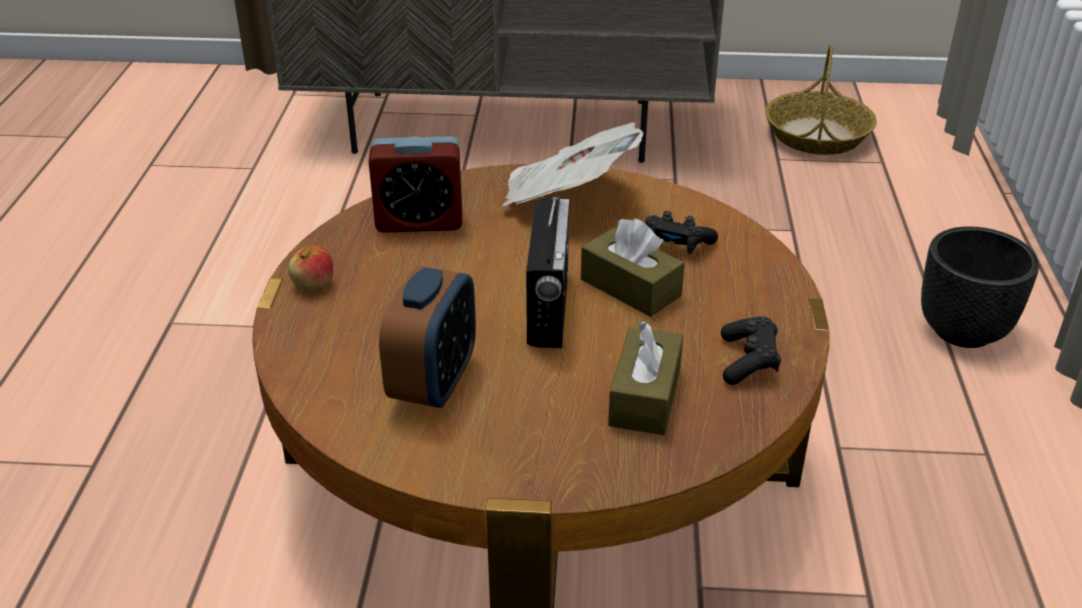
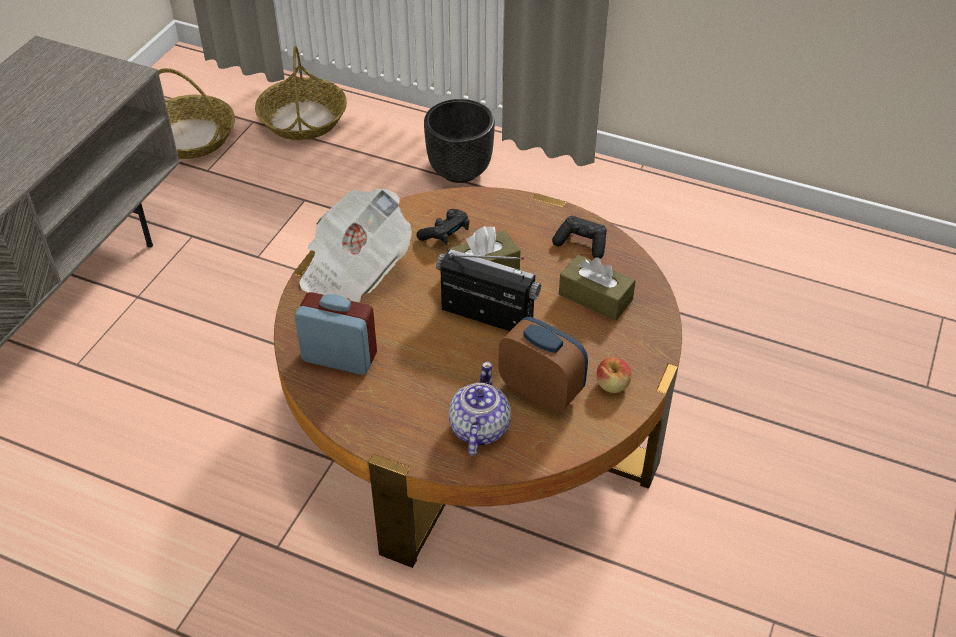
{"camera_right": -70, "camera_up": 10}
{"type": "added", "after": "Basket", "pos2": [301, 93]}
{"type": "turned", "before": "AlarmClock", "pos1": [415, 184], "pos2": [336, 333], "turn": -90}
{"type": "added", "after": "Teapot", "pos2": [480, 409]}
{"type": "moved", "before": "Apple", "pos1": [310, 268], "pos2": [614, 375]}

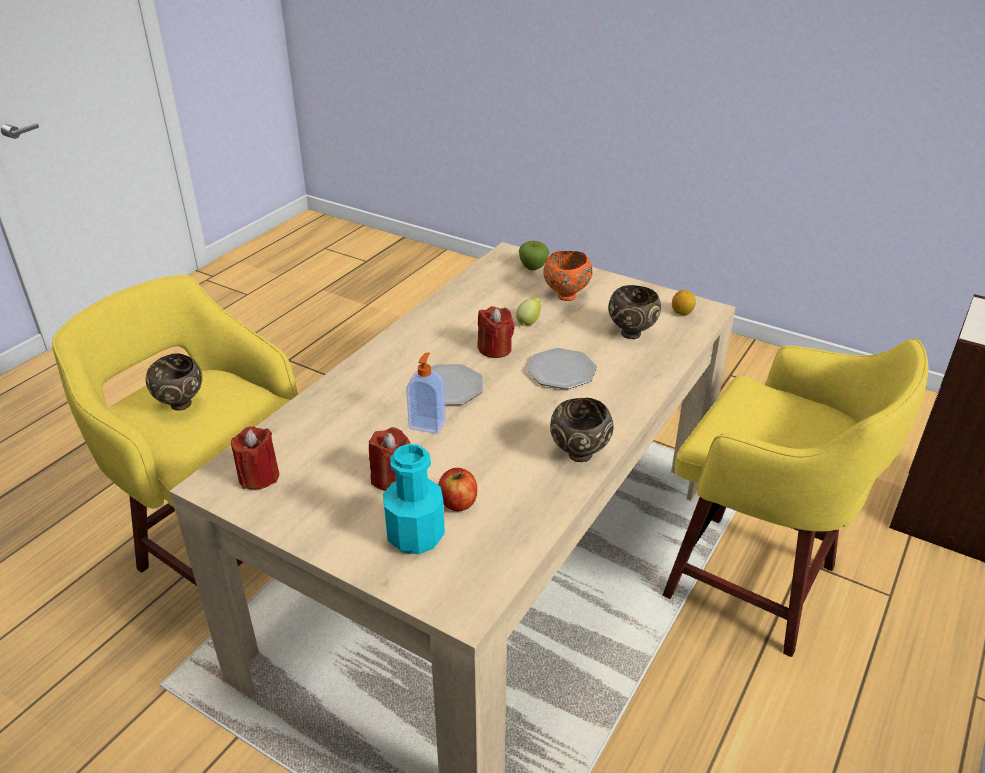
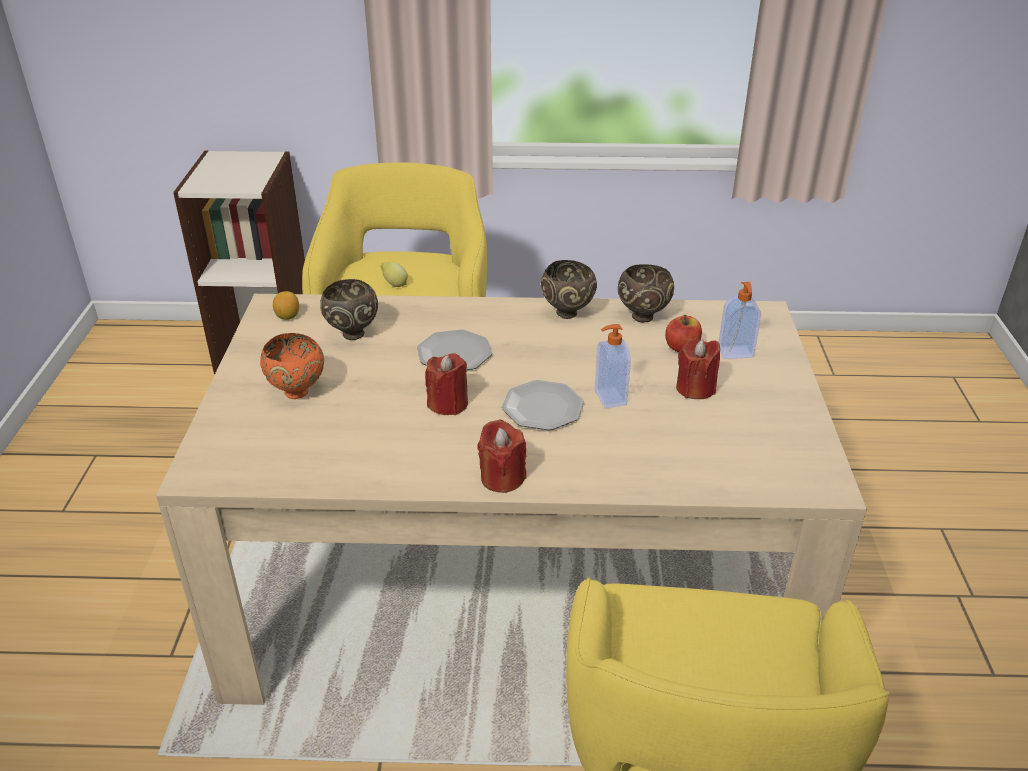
{"camera_right": -120, "camera_up": 0}
{"type": "moved", "before": "Lemon", "pos1": [528, 311], "pos2": [394, 274]}
{"type": "moved", "before": "RedCandle", "pos1": [255, 458], "pos2": [502, 456]}
{"type": "moved", "before": "BrownBowl", "pos1": [173, 382], "pos2": [646, 293]}
{"type": "replaced", "before": "TurquoiseBottle", "after": "SoapDispenser", "pos1": [414, 499], "pos2": [739, 320]}
{"type": "removed", "before": "Apple", "pos1": [534, 256]}

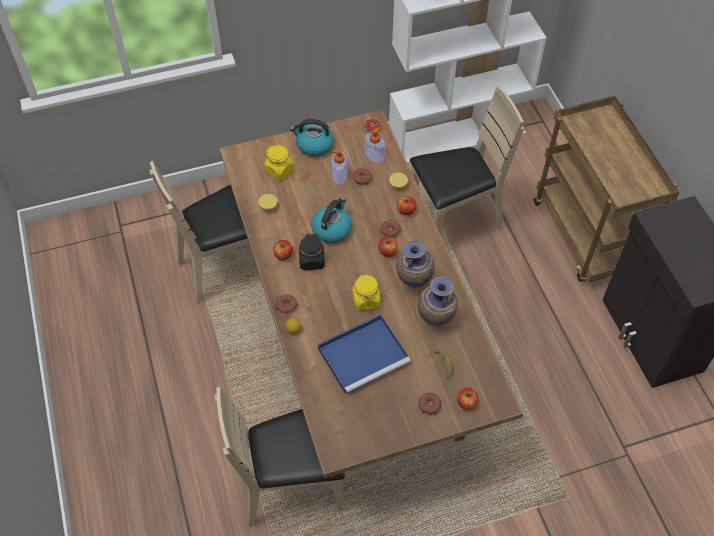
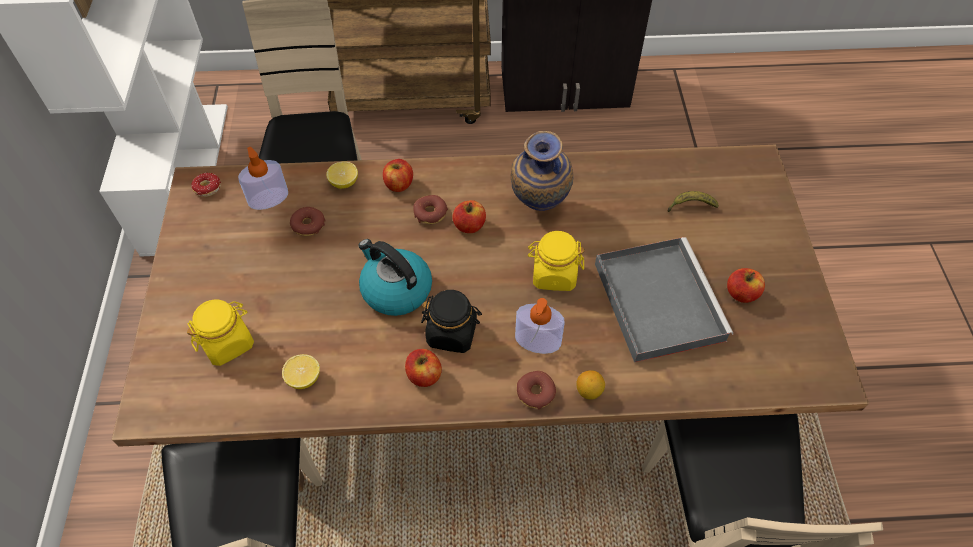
{"camera_right": -75, "camera_up": 0}
{"type": "moved", "before": "SoapDispenser", "pos1": [339, 167], "pos2": [540, 326]}
{"type": "recoloured", "before": "BlueTray", "after": "GreyTray", "pos1": [364, 354], "pos2": [664, 300]}
{"type": "moved", "before": "Apple", "pos1": [467, 398], "pos2": [746, 285]}
{"type": "removed", "before": "Kettle", "pos1": [312, 138]}
{"type": "removed", "before": "Vase", "pos1": [438, 301]}
{"type": "removed", "before": "Donut", "pos1": [430, 404]}

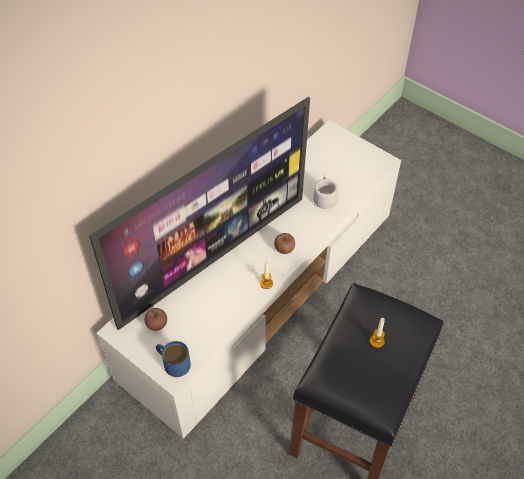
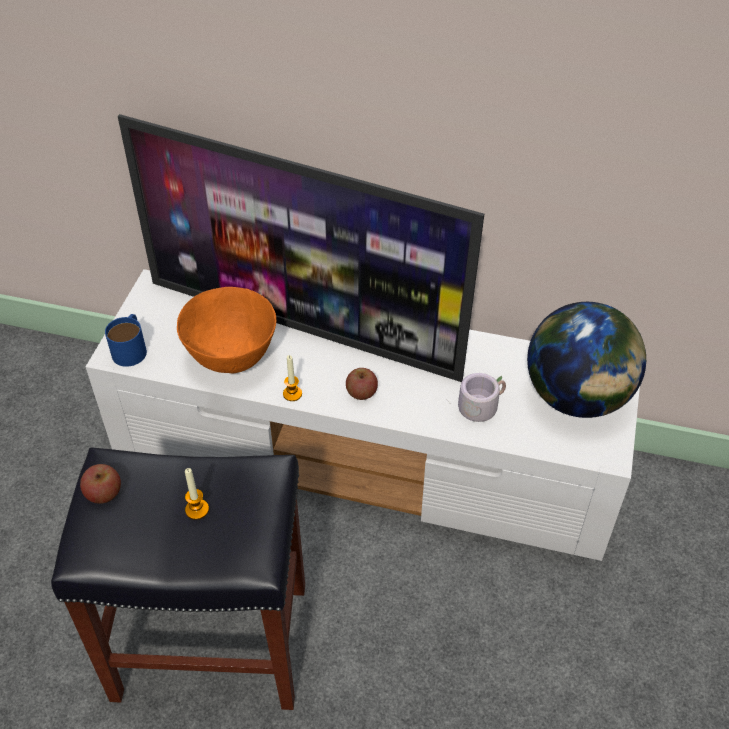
{"camera_right": 65, "camera_up": -5}
{"type": "moved", "before": "Apple", "pos1": [155, 319], "pos2": [100, 484]}
{"type": "added", "after": "OrangeBowl", "pos2": [226, 330]}
{"type": "added", "after": "Globe", "pos2": [586, 360]}

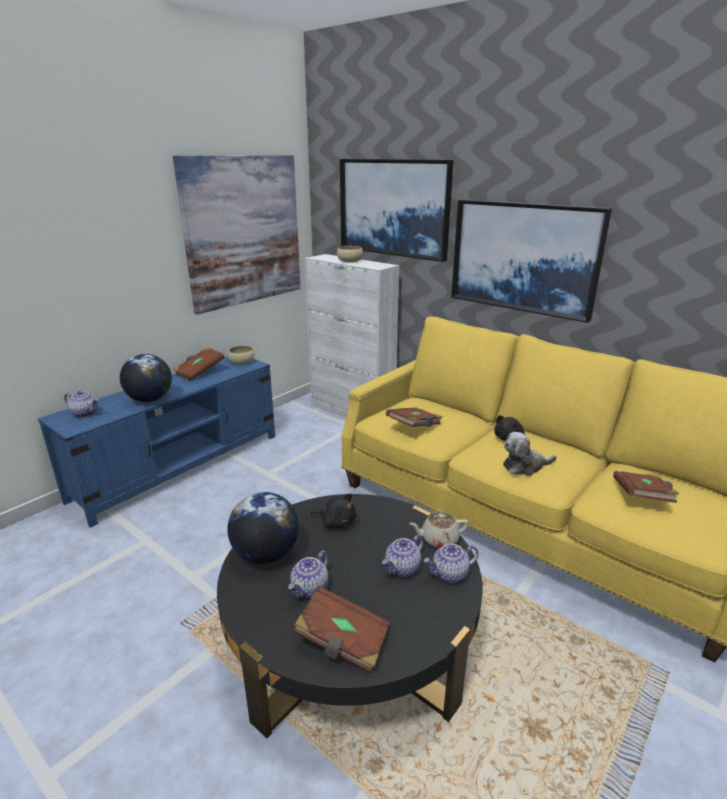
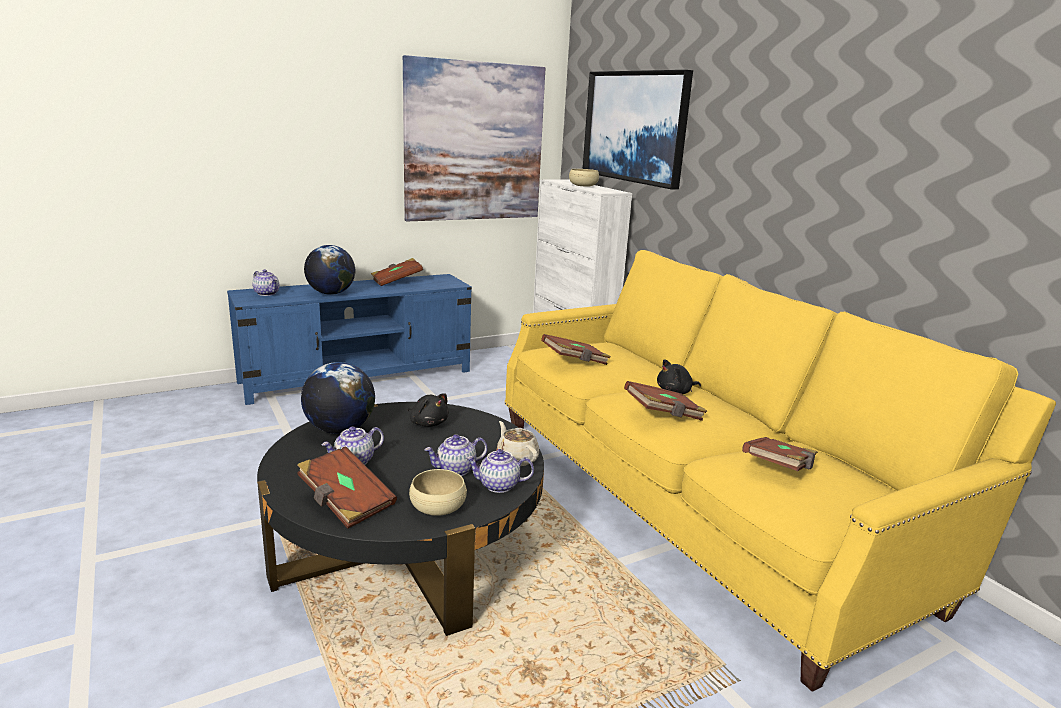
{"camera_right": 20, "camera_up": -5}
{"type": "moved", "before": "BeigeBowl", "pos1": [241, 354], "pos2": [438, 492]}
{"type": "turned", "before": "BeigeTeapot", "pos1": [439, 530], "pos2": [517, 443], "turn": 45}
{"type": "replaced", "before": "PlushToy", "after": "BrownBook", "pos1": [530, 454], "pos2": [665, 401]}
{"type": "removed", "before": "Picture", "pos1": [531, 261]}

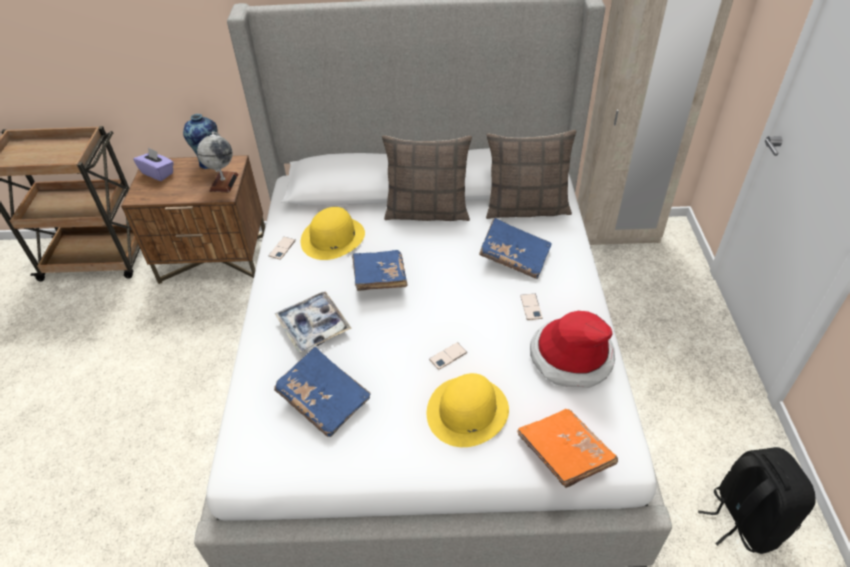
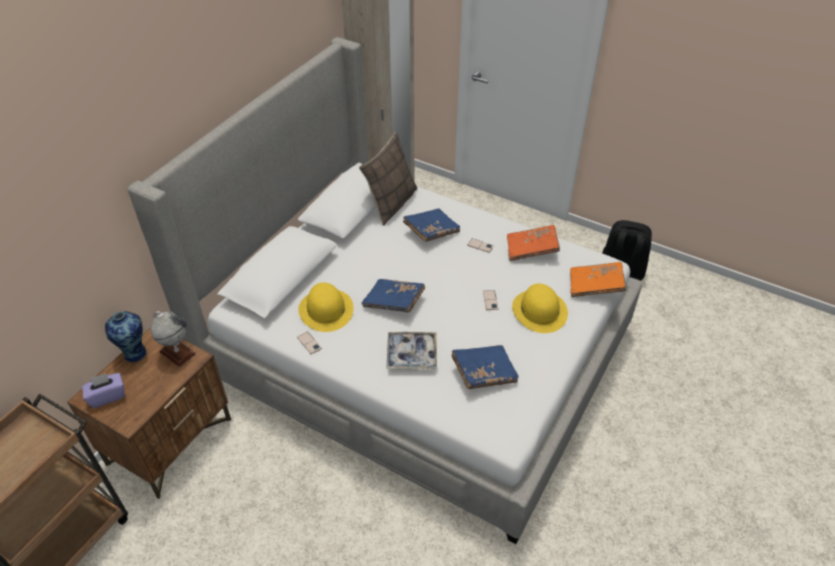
{"camera_right": -60, "camera_up": 0}
{"type": "replaced", "before": "Hat", "after": "OrangeBook", "pos1": [572, 349], "pos2": [533, 243]}
{"type": "removed", "before": "Pillow", "pos1": [427, 178]}

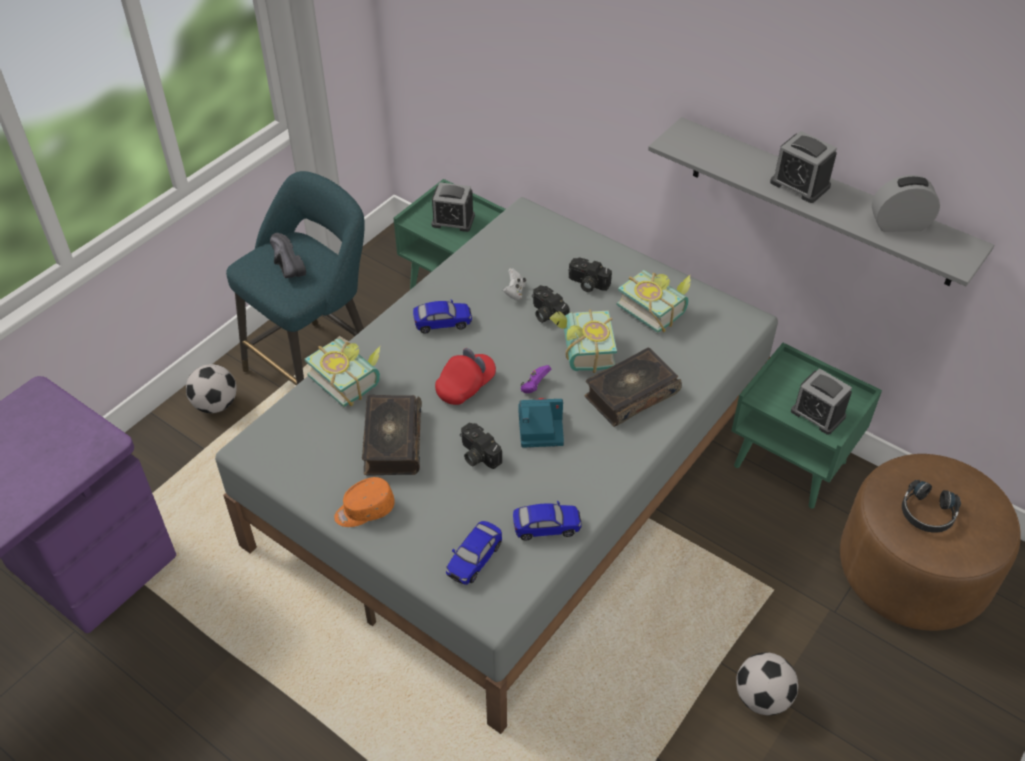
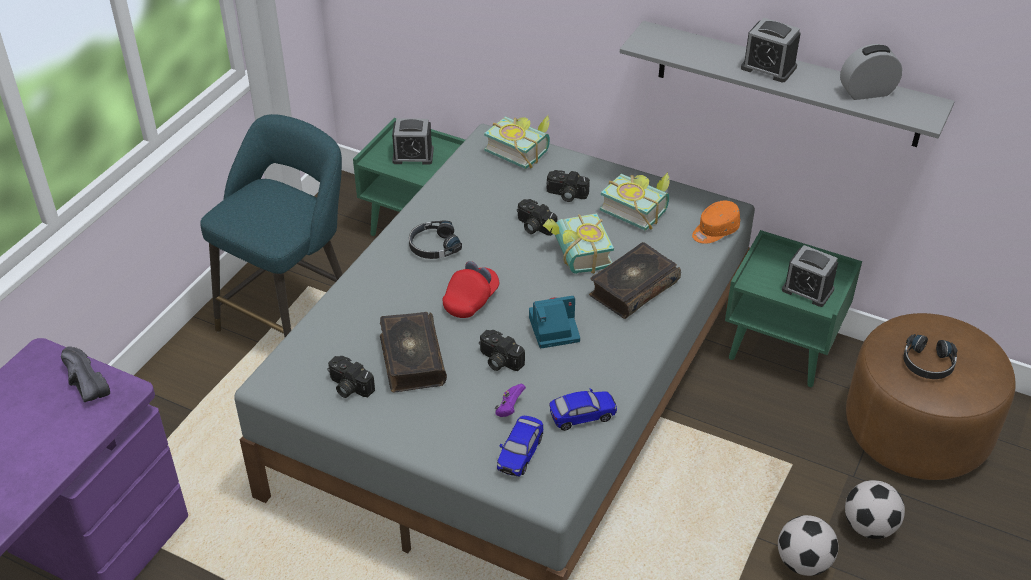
{"camera_right": -10, "camera_up": -5}
{"type": "moved", "before": "BlackShoe", "pos1": [288, 255], "pos2": [85, 374]}
{"type": "added", "after": "PhotoCamera", "pos2": [351, 377]}
{"type": "replaced", "before": "ToyCar", "after": "BlackHeadphones", "pos1": [442, 316], "pos2": [435, 240]}
{"type": "moved", "before": "Book", "pos1": [343, 372], "pos2": [517, 142]}
{"type": "moved", "before": "PurpleGameController", "pos1": [536, 379], "pos2": [510, 400]}
{"type": "moved", "before": "OrangeCap", "pos1": [364, 502], "pos2": [716, 222]}
{"type": "moved", "before": "Football", "pos1": [211, 388], "pos2": [875, 509]}
{"type": "removed", "before": "WhiteGameController", "pos1": [514, 284]}

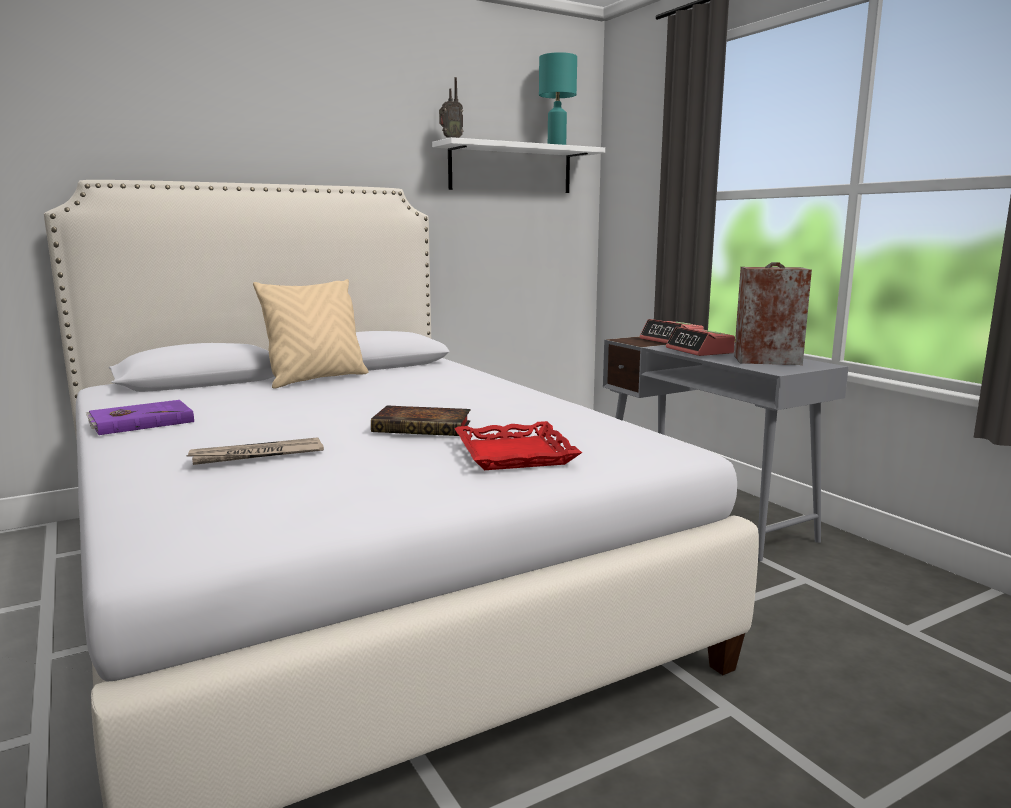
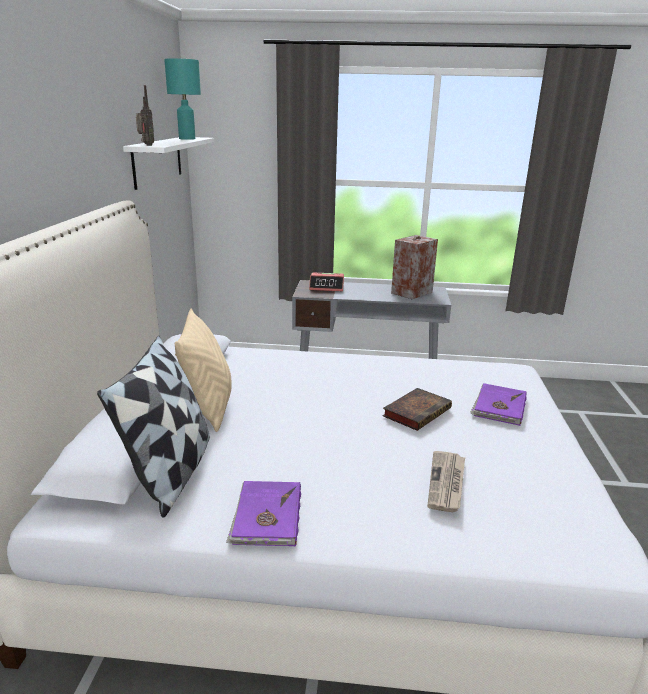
{"camera_right": -55, "camera_up": 10}
{"type": "added", "after": "Pillow", "pos2": [153, 427]}
{"type": "replaced", "before": "RedTray", "after": "PurpleBook", "pos1": [518, 445], "pos2": [498, 404]}
{"type": "removed", "before": "AlarmClock", "pos1": [700, 341]}

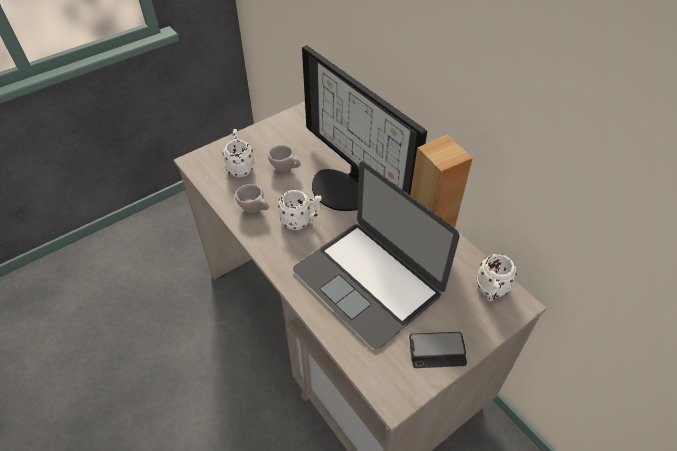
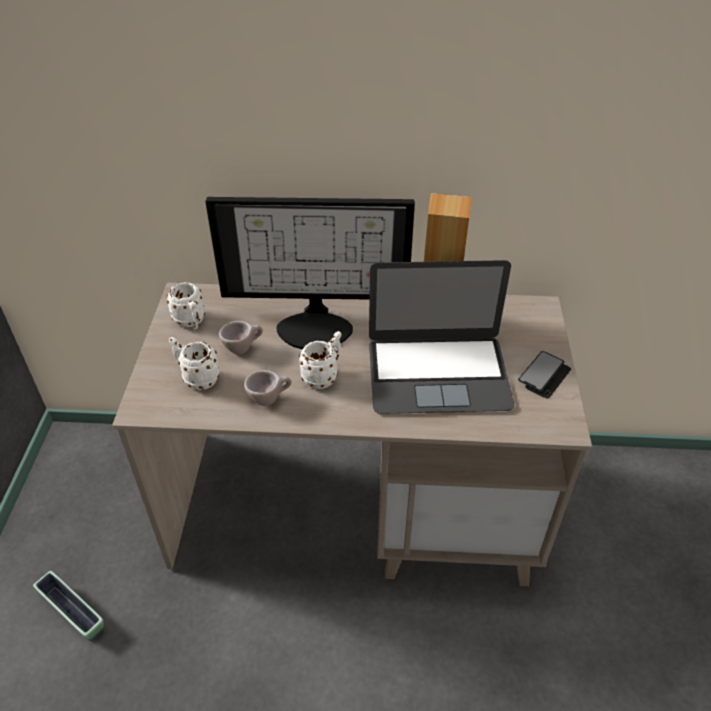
{"camera_right": -50, "camera_up": -5}
{"type": "added", "after": "Planter", "pos2": [68, 606]}
{"type": "moved", "before": "WhiteMug", "pos1": [497, 277], "pos2": [186, 306]}

